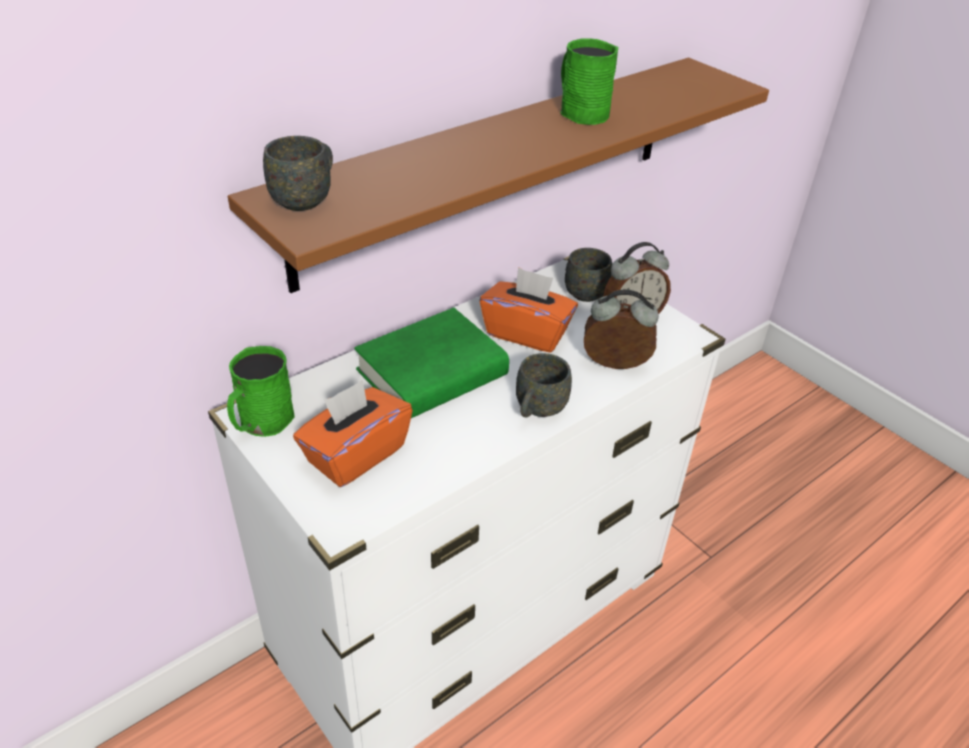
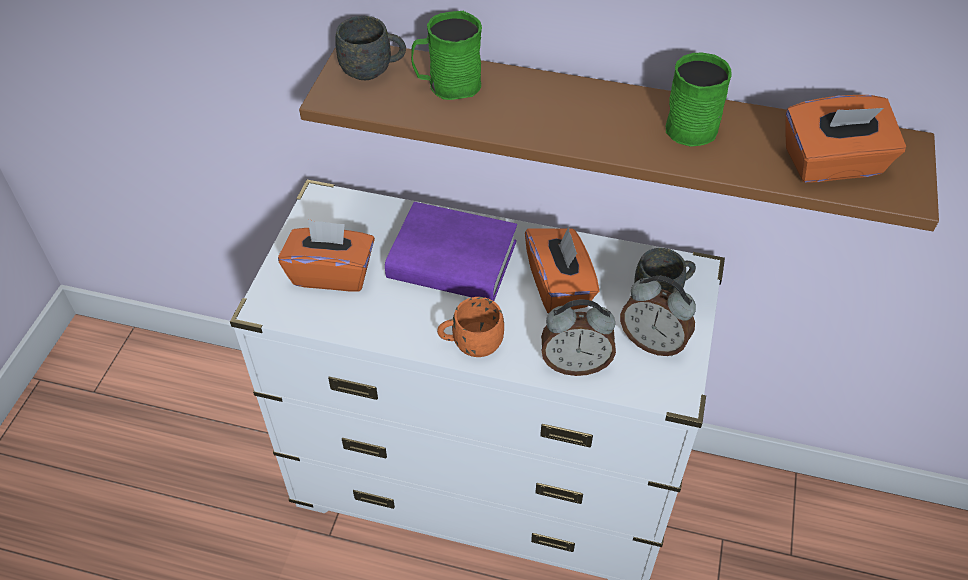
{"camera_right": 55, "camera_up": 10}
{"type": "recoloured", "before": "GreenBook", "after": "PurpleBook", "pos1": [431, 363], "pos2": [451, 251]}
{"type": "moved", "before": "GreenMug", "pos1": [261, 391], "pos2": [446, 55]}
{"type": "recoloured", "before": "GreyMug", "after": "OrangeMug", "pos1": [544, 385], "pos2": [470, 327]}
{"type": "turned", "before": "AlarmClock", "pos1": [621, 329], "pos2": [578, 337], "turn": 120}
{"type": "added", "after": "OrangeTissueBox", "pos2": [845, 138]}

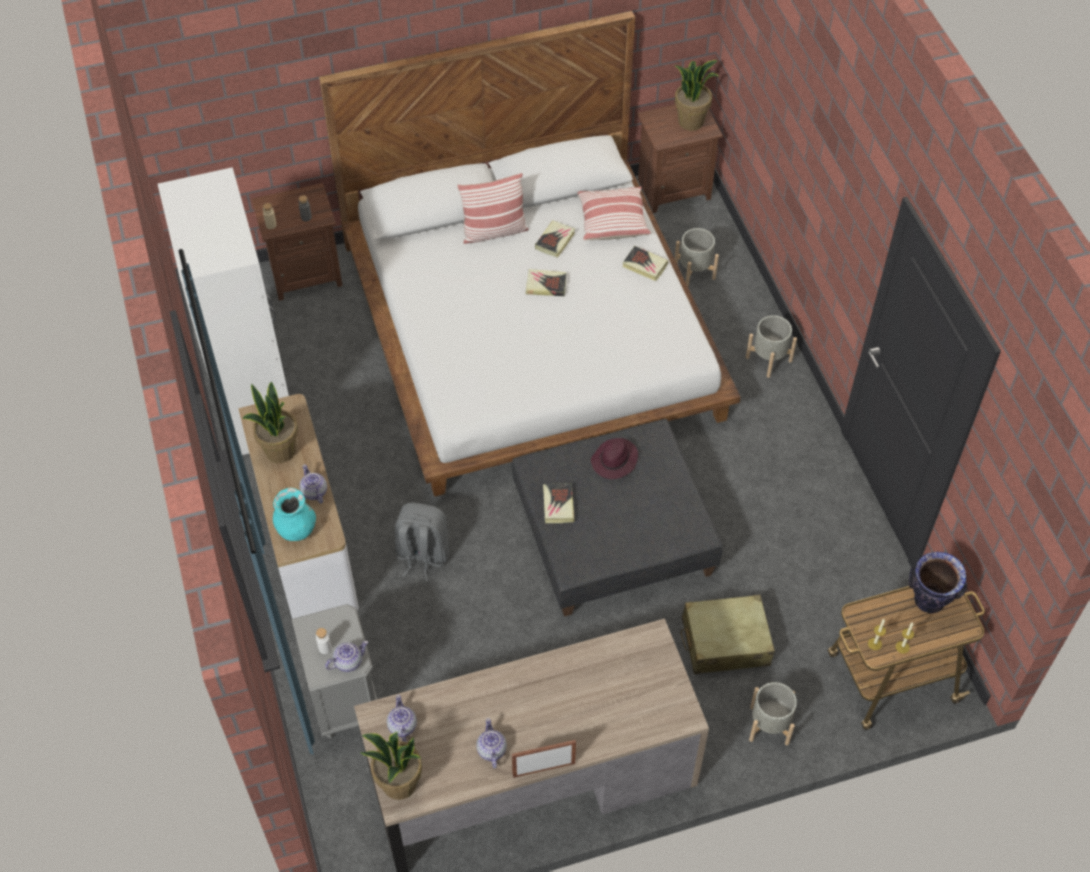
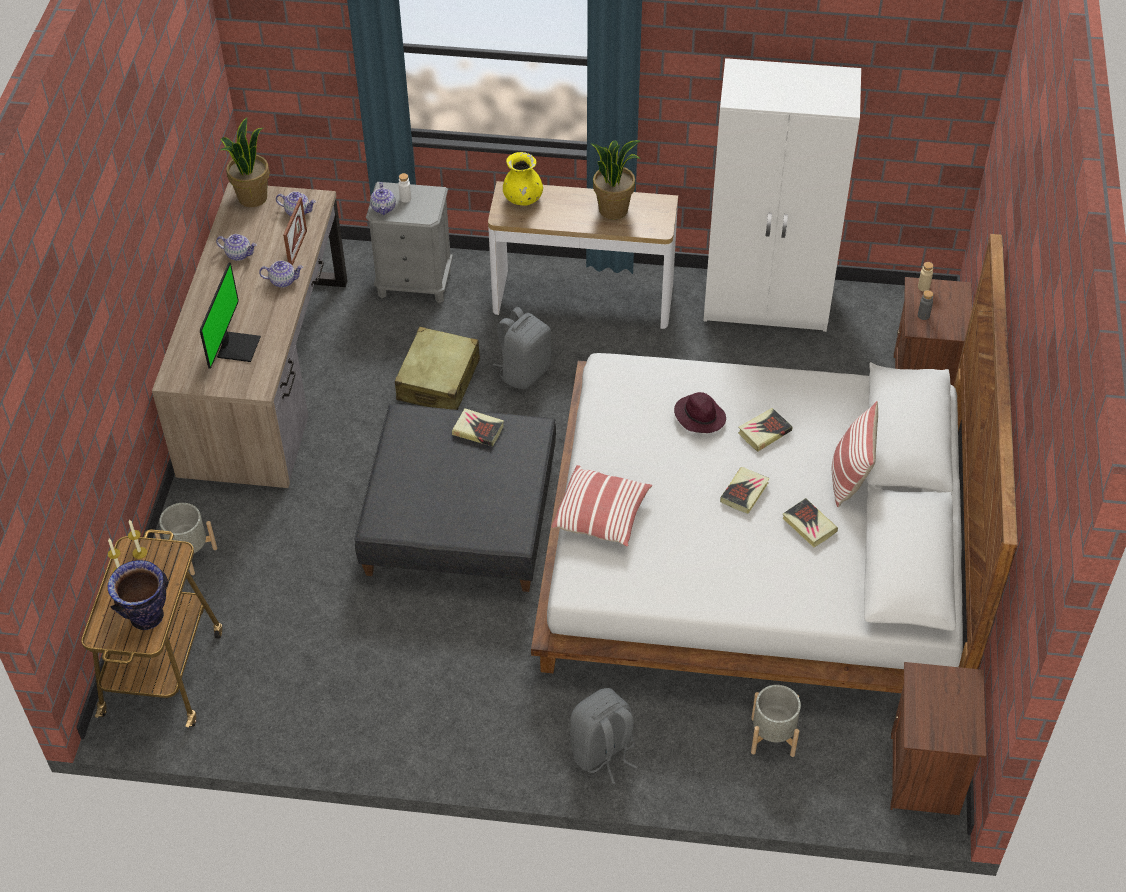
{"camera_right": 115, "camera_up": -5}
{"type": "added", "after": "Monitor", "pos2": [230, 316]}
{"type": "moved", "before": "Teapot", "pos1": [313, 484], "pos2": [281, 274]}
{"type": "moved", "before": "PictureFrame", "pos1": [544, 759], "pos2": [295, 231]}
{"type": "moved", "before": "BeigeSuitcase", "pos1": [728, 634], "pos2": [437, 368]}
{"type": "recoloured", "before": "TurquoiseVase", "after": "YellowVase", "pos1": [294, 514], "pos2": [523, 179]}
{"type": "moved", "before": "Pillow", "pos1": [614, 213], "pos2": [602, 505]}
{"type": "replaced", "before": "GreyPlanter", "after": "GreyBackpack", "pos1": [771, 346], "pos2": [603, 736]}
{"type": "moved", "before": "PurpleHat", "pos1": [614, 458], "pos2": [700, 412]}
{"type": "moved", "before": "Book", "pos1": [645, 263], "pos2": [765, 430]}
{"type": "removed", "before": "PottedPlant", "pos1": [697, 95]}

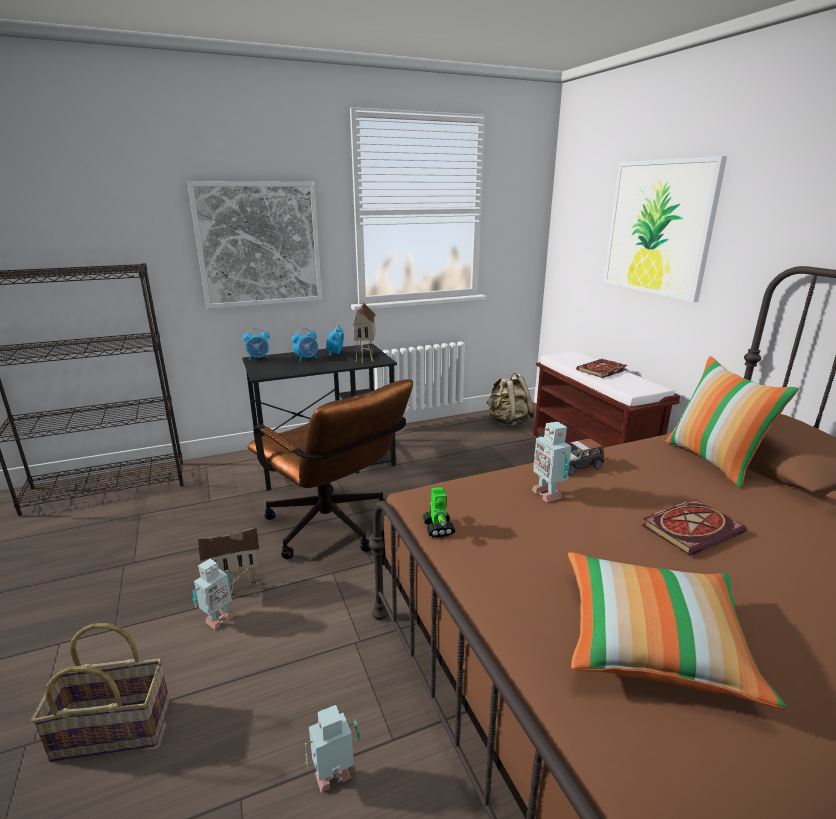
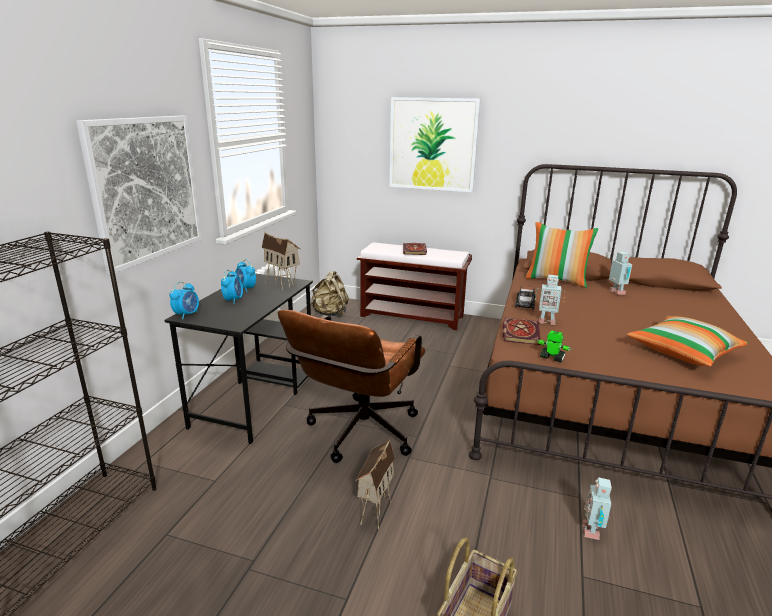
{"camera_right": -50, "camera_up": 0}
{"type": "turned", "before": "BrownOfficeChair", "pos1": [330, 469], "pos2": [351, 386], "turn": 120}
{"type": "moved", "before": "Book", "pos1": [694, 527], "pos2": [522, 331]}
{"type": "moved", "before": "ToyRobot", "pos1": [213, 594], "pos2": [620, 273]}

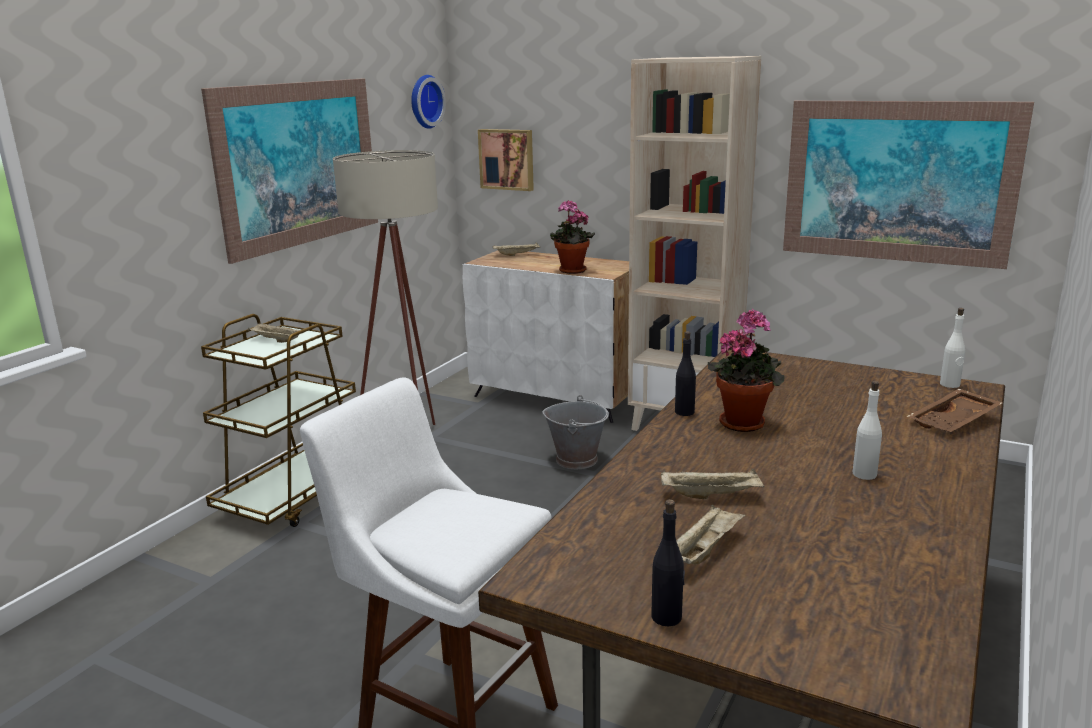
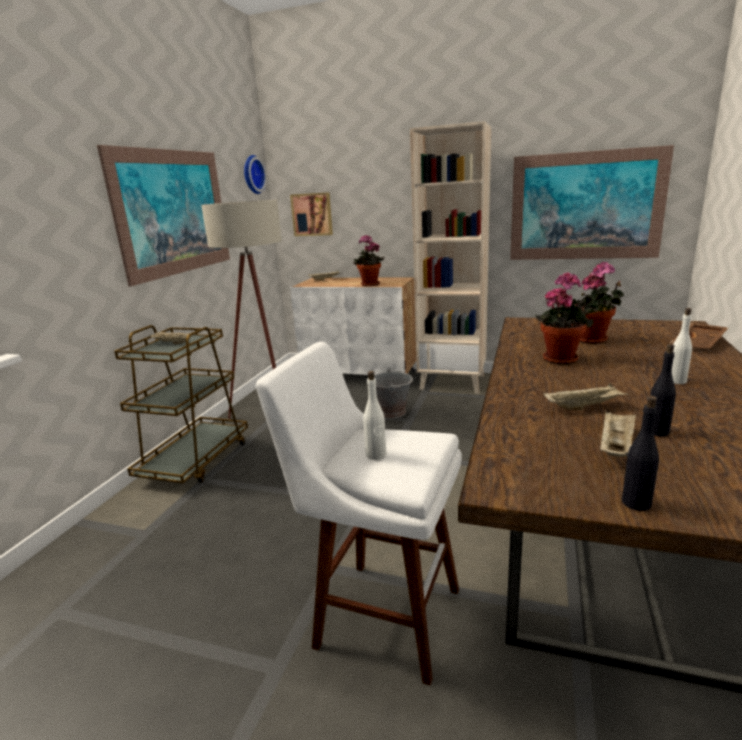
{"camera_right": -10, "camera_up": 0}
{"type": "moved", "before": "WhiteBottle", "pos1": [952, 348], "pos2": [374, 415]}
{"type": "added", "after": "PottedPlant", "pos2": [599, 303]}
{"type": "moved", "before": "BlackBottle", "pos1": [685, 373], "pos2": [663, 390]}

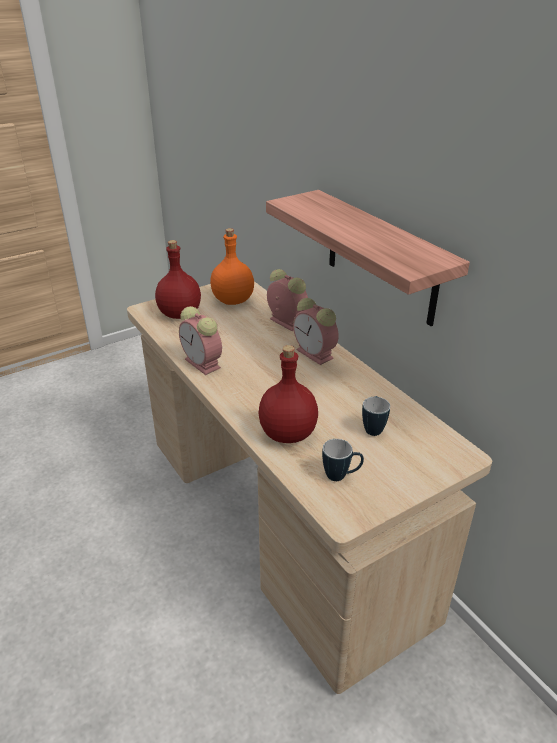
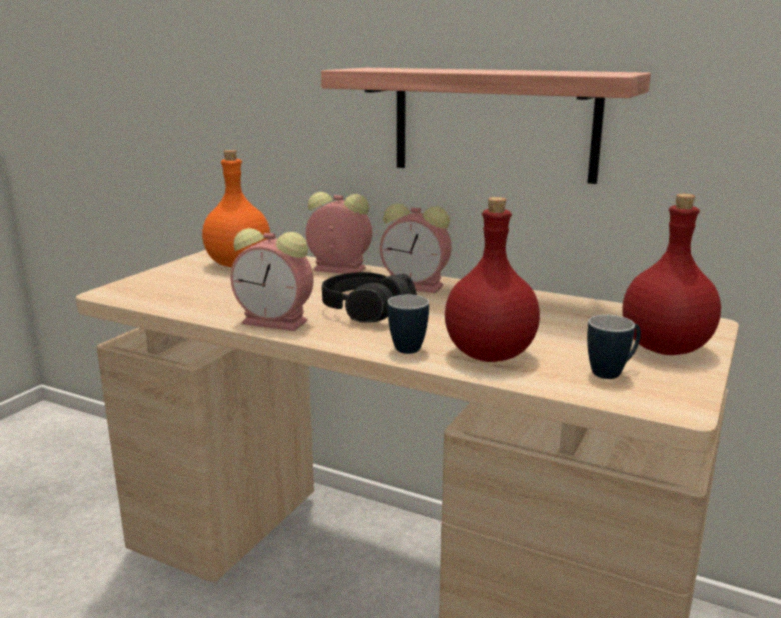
{"camera_right": -30, "camera_up": -15}
{"type": "added", "after": "BlackHeadphones", "pos2": [369, 297]}
{"type": "moved", "before": "Mug", "pos1": [376, 416], "pos2": [408, 324]}
{"type": "moved", "before": "RedBottle", "pos1": [178, 279], "pos2": [672, 274]}

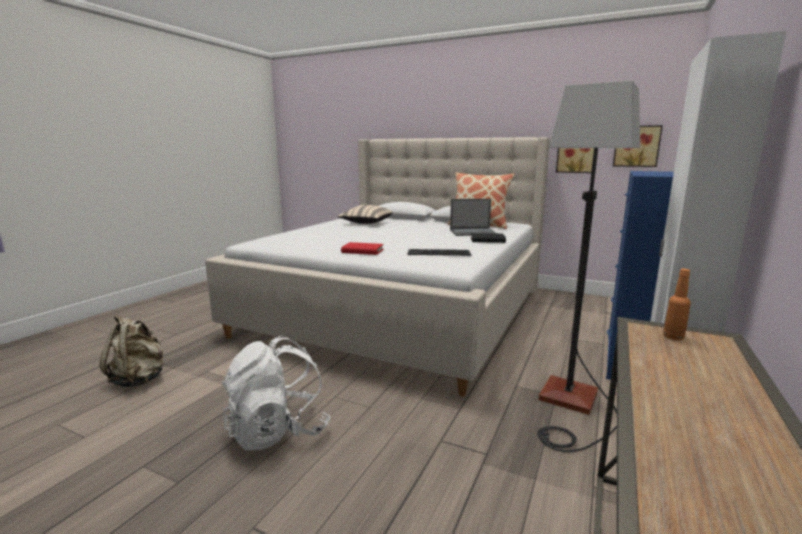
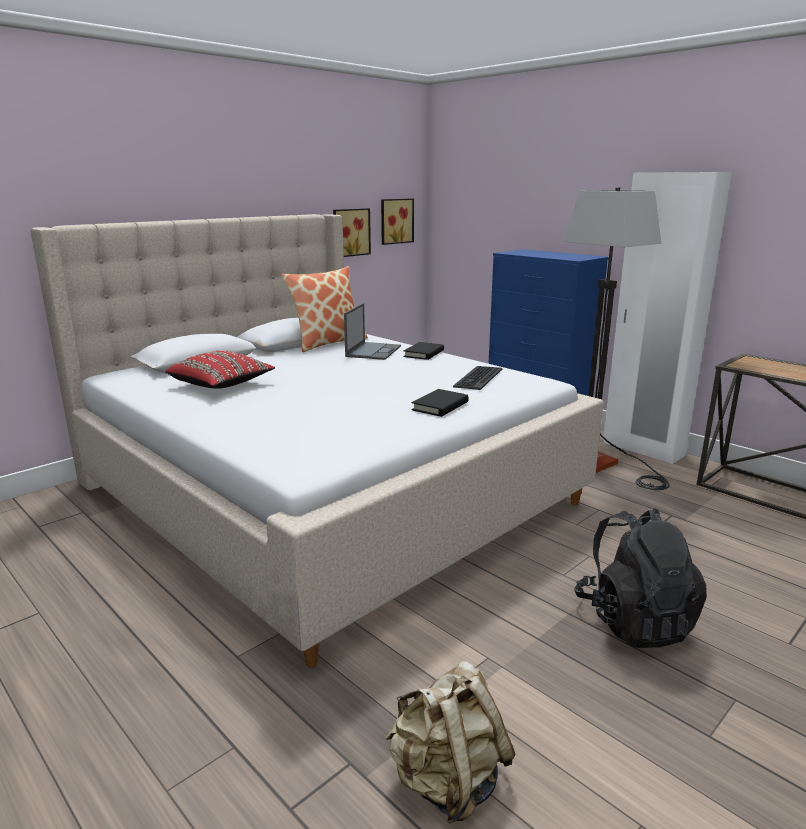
{"camera_right": -70, "camera_up": 5}
{"type": "recoloured", "before": "BeigePillow", "after": "RedPillow", "pos1": [365, 214], "pos2": [220, 369]}
{"type": "recoloured", "before": "RedBook", "after": "BlackBook", "pos1": [362, 248], "pos2": [440, 403]}
{"type": "recoloured", "before": "WhiteBackpack", "after": "BlackBackpack", "pos1": [276, 393], "pos2": [640, 578]}
{"type": "removed", "before": "OrangeBottle", "pos1": [677, 304]}

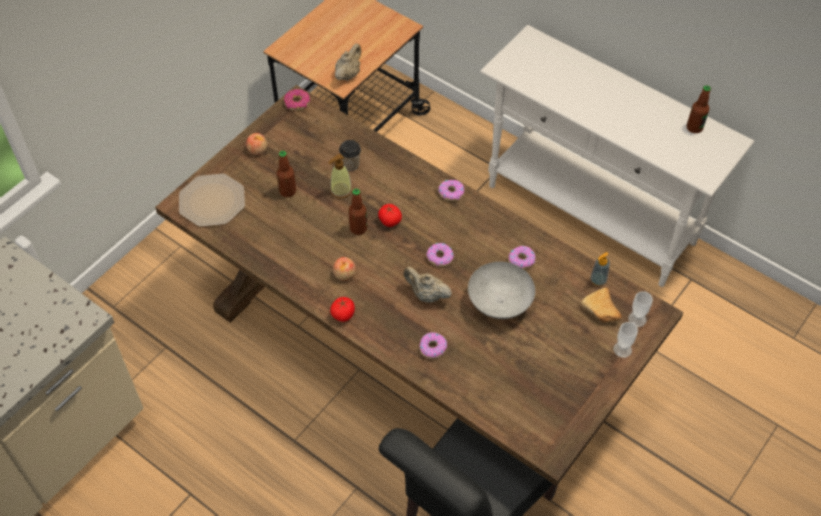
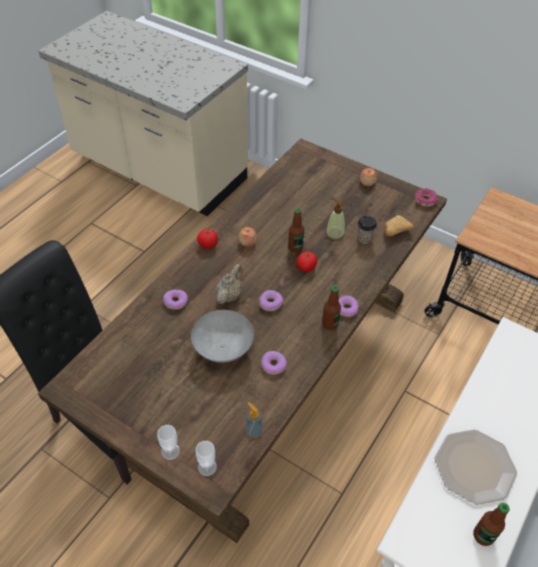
{"camera_right": 85, "camera_up": -5}
{"type": "moved", "before": "Bottle", "pos1": [286, 174], "pos2": [331, 308]}
{"type": "moved", "before": "Bread", "pos1": [601, 305], "pos2": [399, 225]}
{"type": "moved", "before": "Plate", "pos1": [212, 200], "pos2": [476, 467]}
{"type": "removed", "before": "BeigeTeapot", "pos1": [348, 62]}

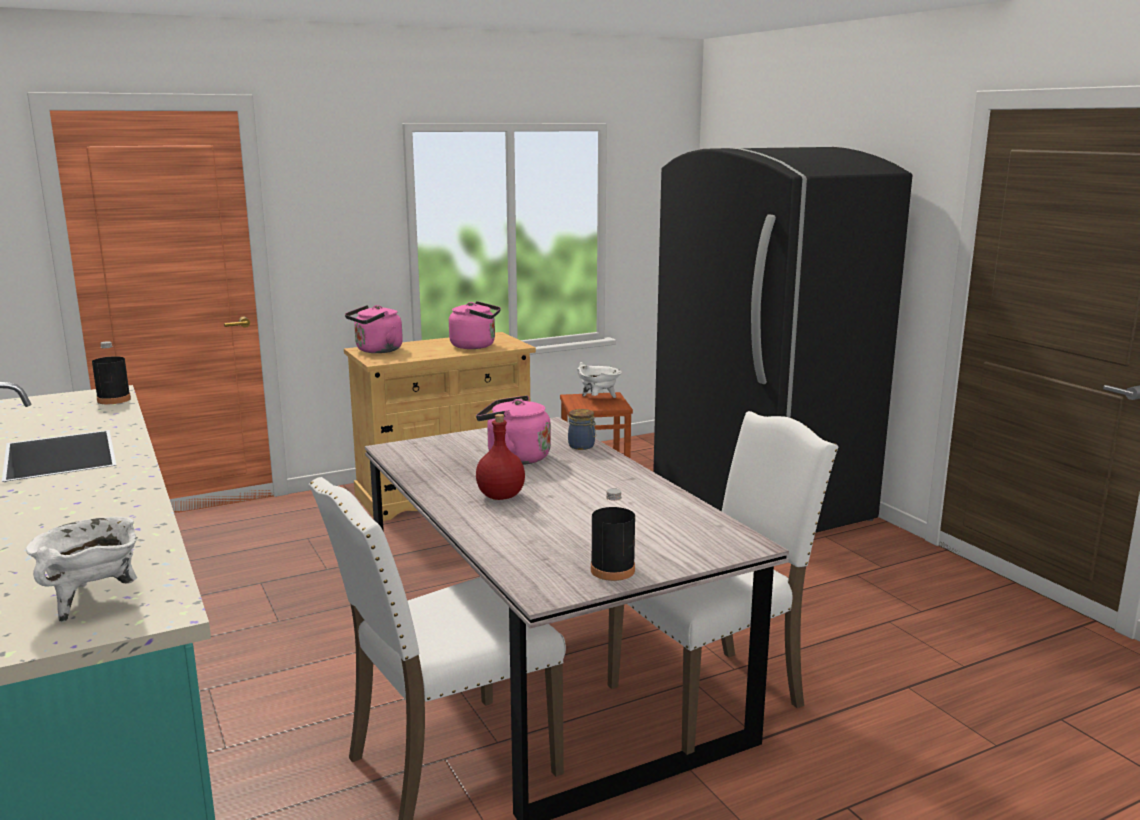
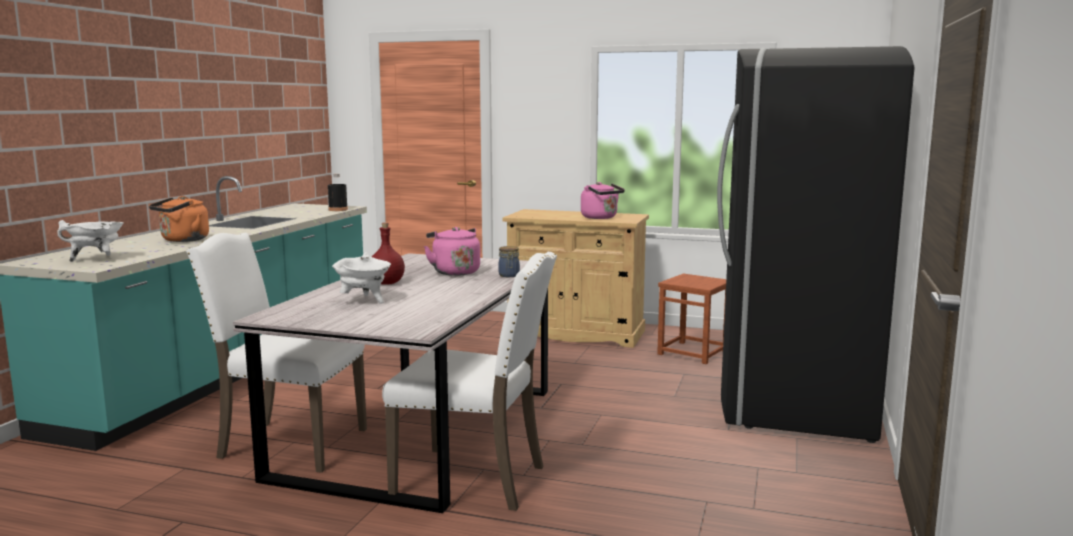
{"camera_right": 45, "camera_up": -5}
{"type": "added", "after": "OrangeKettle", "pos2": [179, 219]}
{"type": "moved", "before": "WhiteCookingPot", "pos1": [599, 380], "pos2": [361, 278]}
{"type": "removed", "before": "PinkKettle", "pos1": [374, 329]}
{"type": "removed", "before": "BlackBottle", "pos1": [613, 534]}

